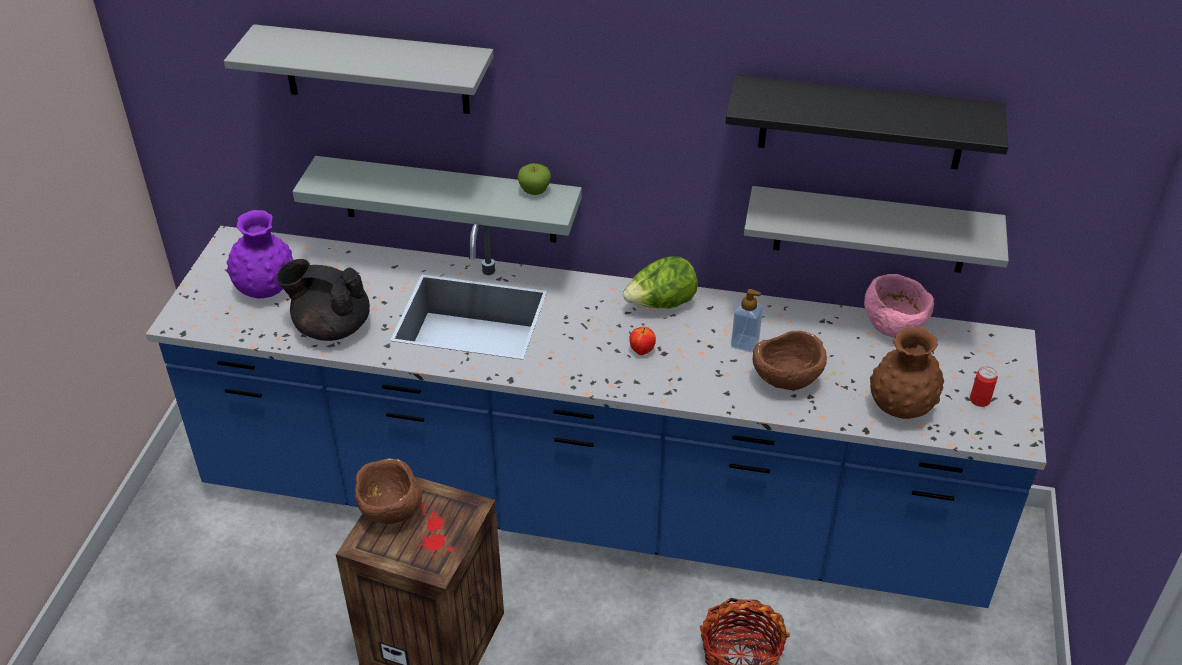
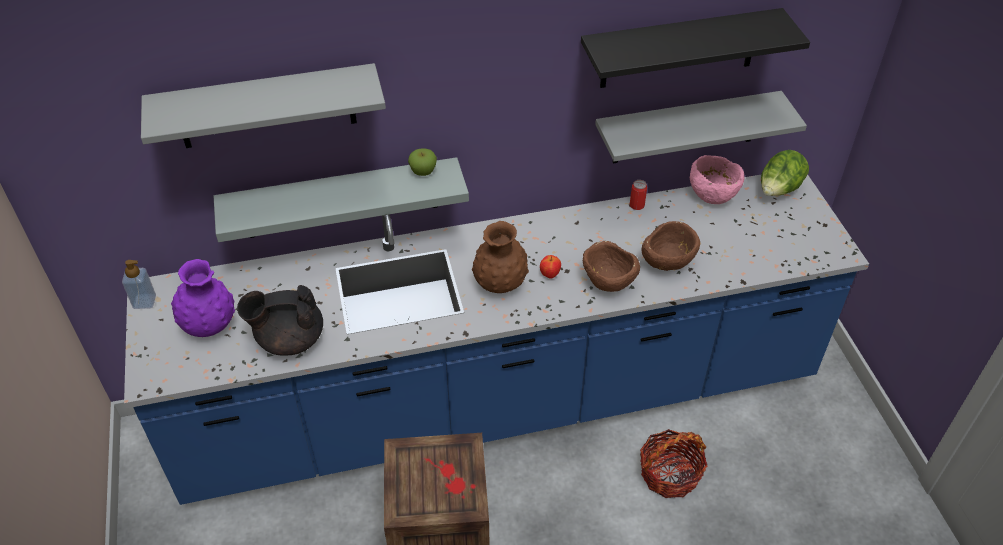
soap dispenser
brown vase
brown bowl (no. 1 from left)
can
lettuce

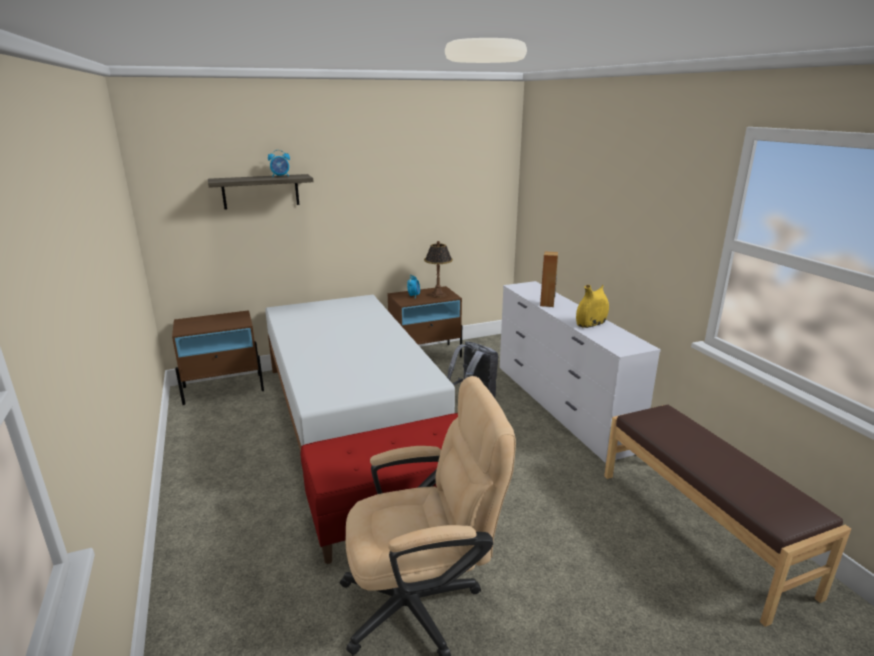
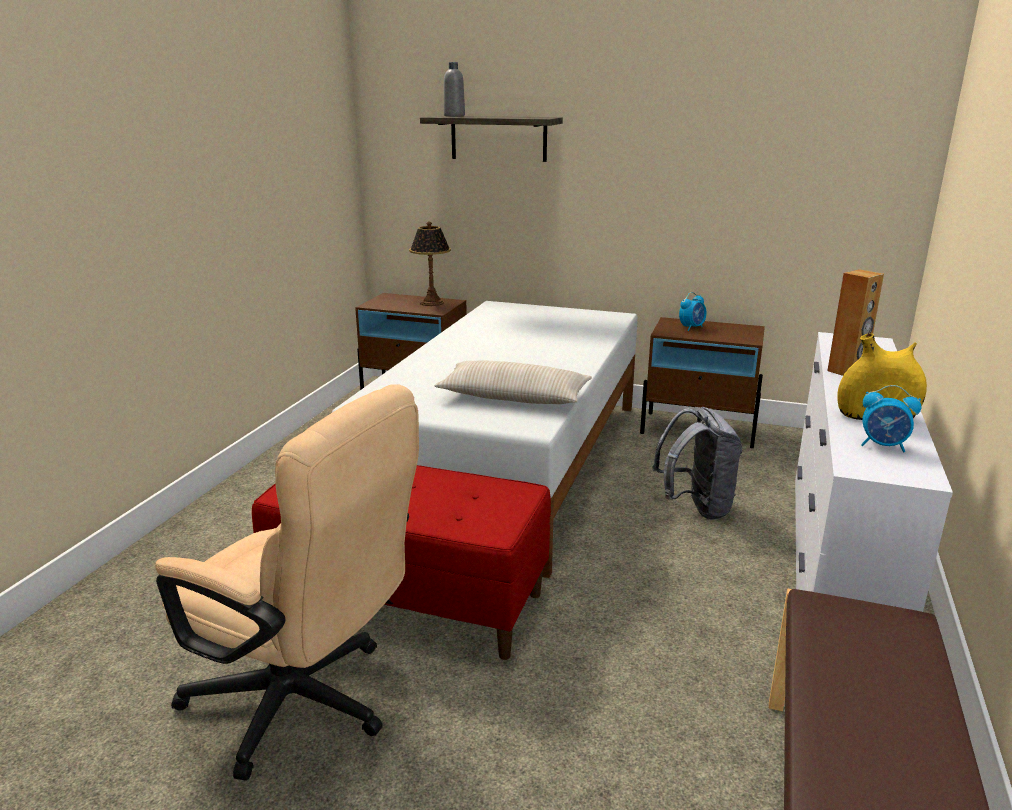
table lamp
beige pillow
grey bottle
alarm clock (no. 2 from left)

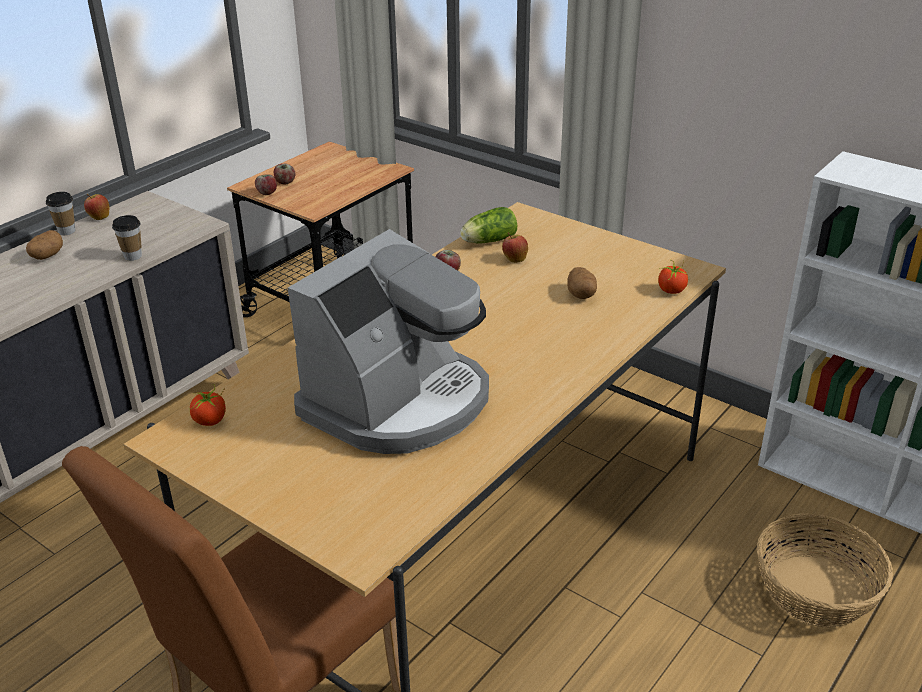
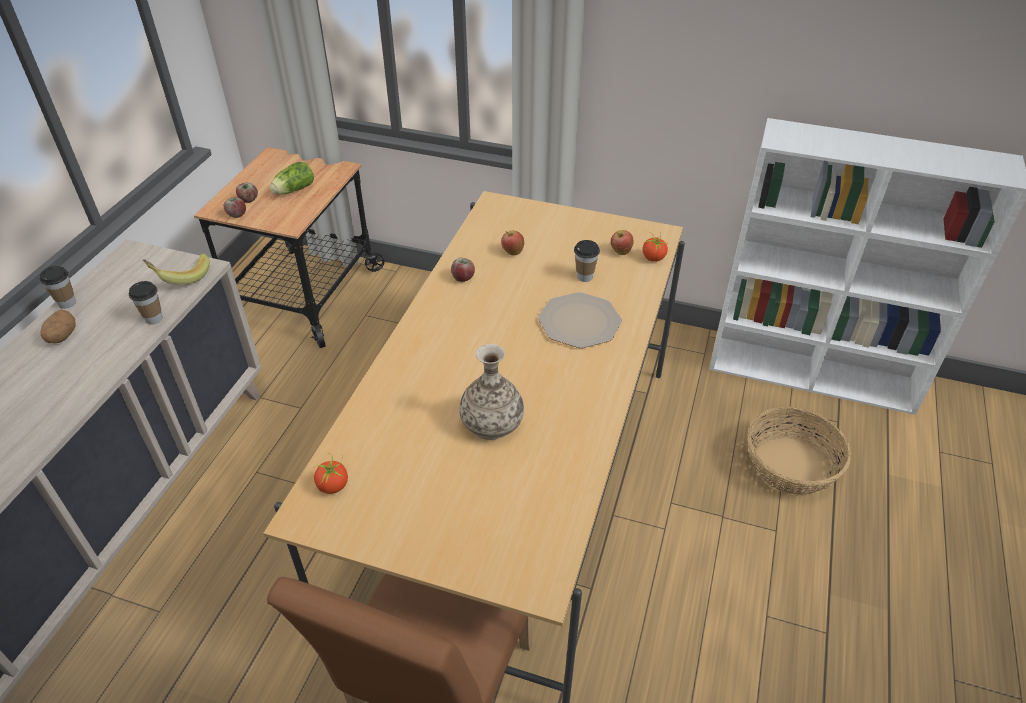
banana
lettuce
vase
plate
cup (no. 3 from left)
apple (no. 5 from left)

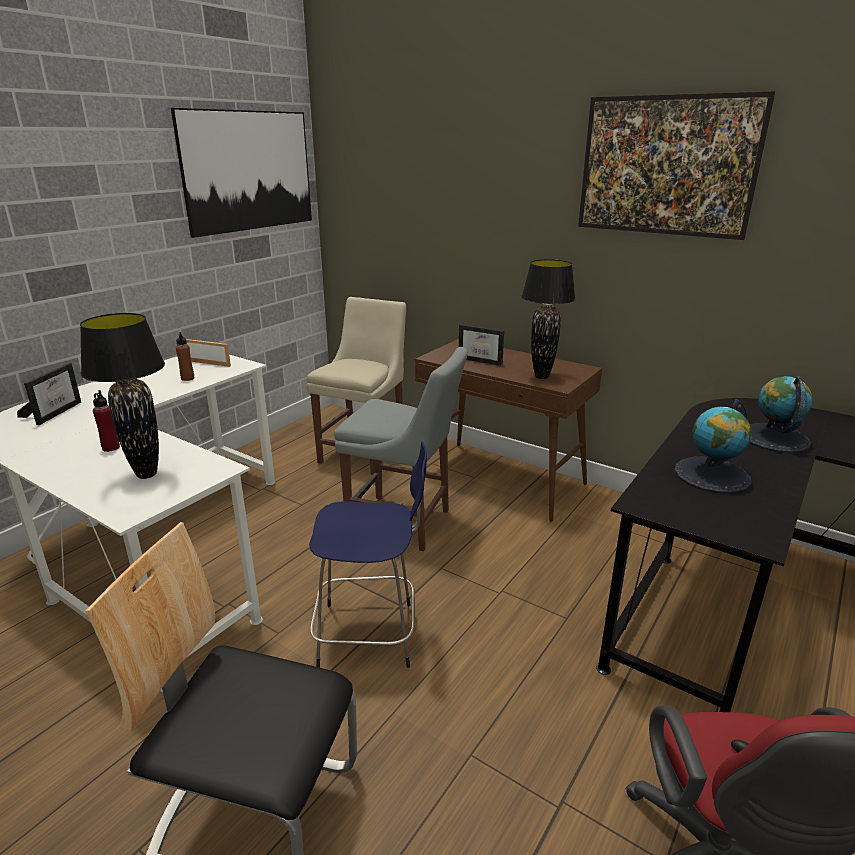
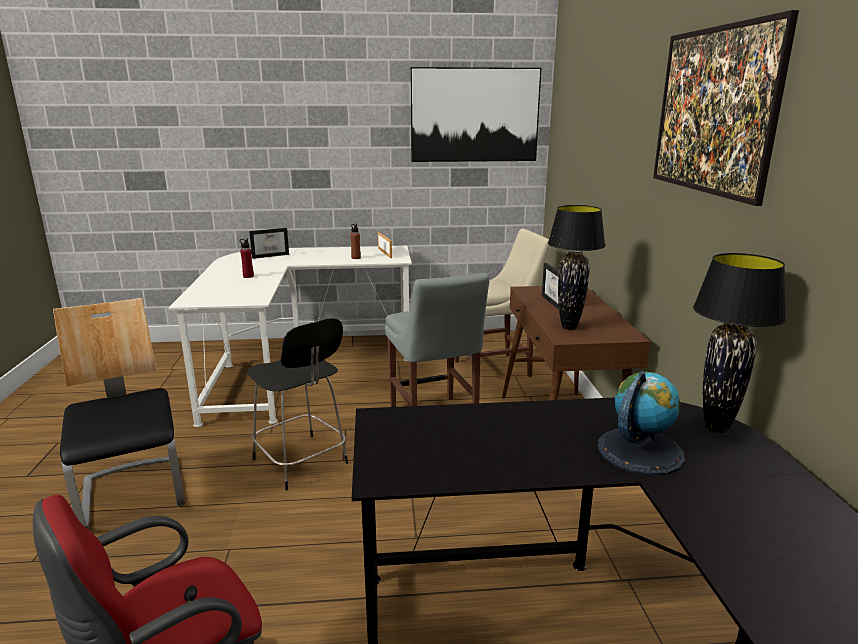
black stool
black table lamp (no. 2 from left)
globe (no. 1 from left in the first image)

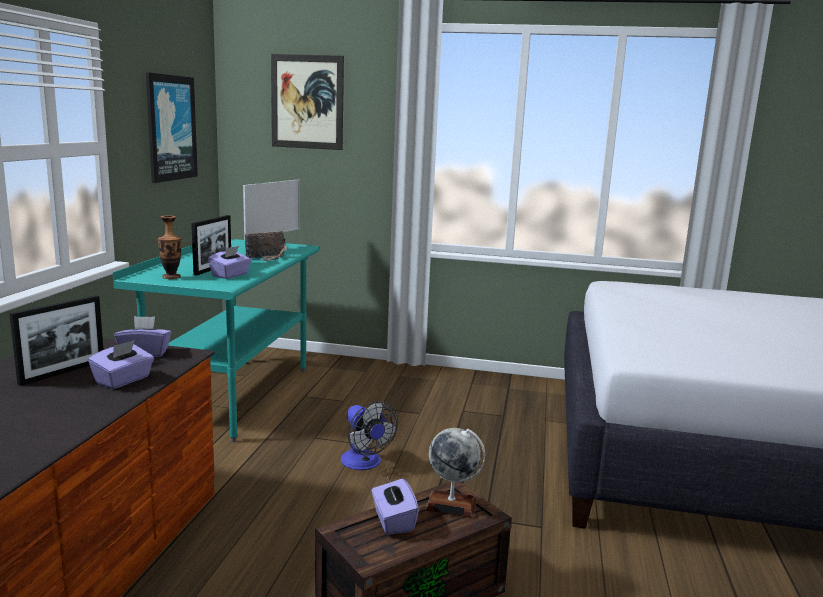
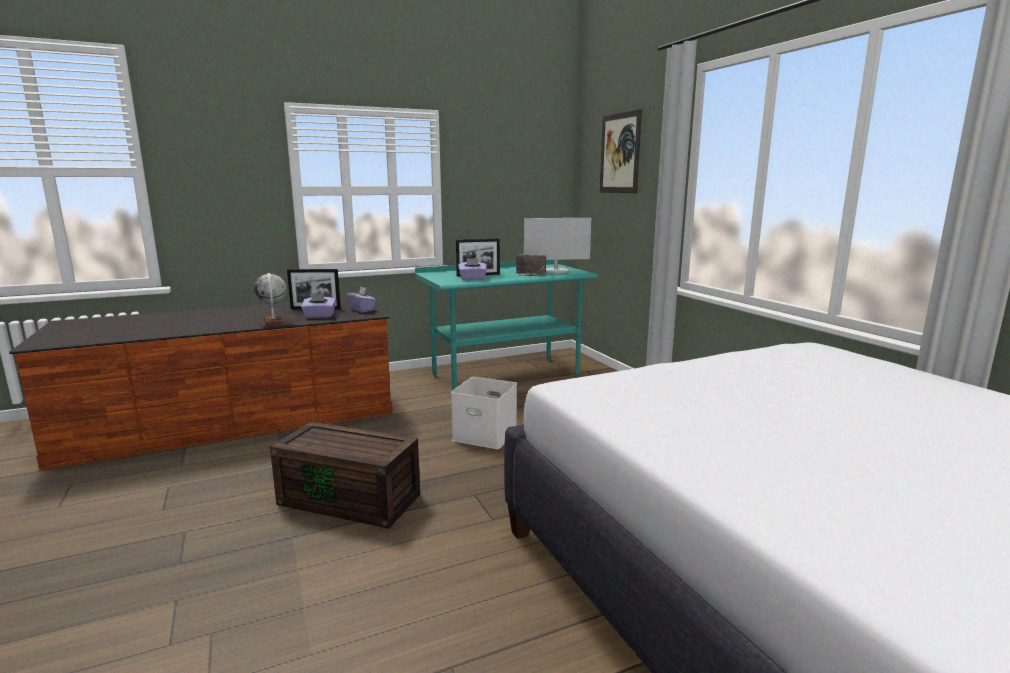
globe
white storage box
picture (no. 1 from left in the first image)
vase
purple tissue box (no. 4 from left in the first image)

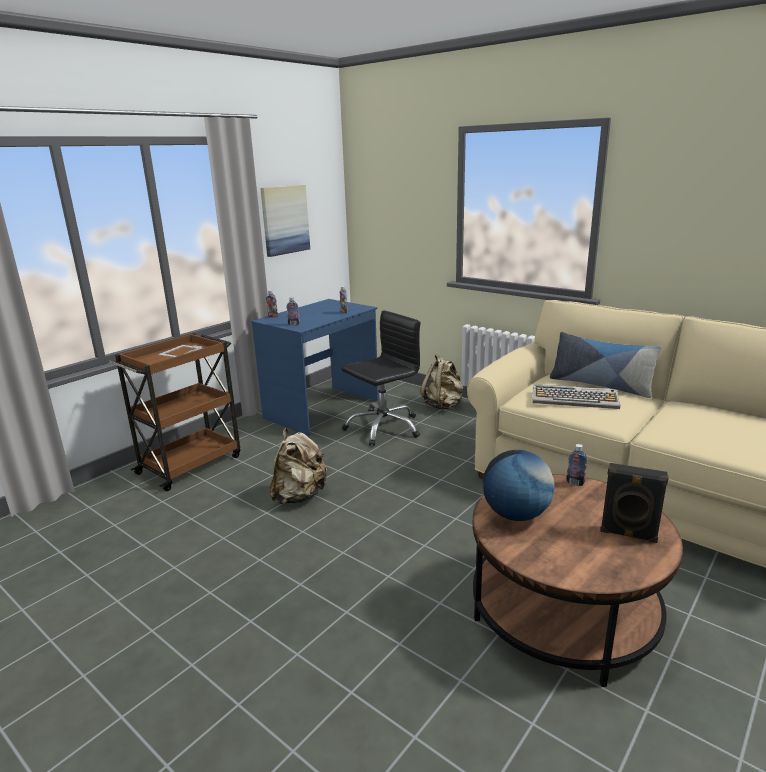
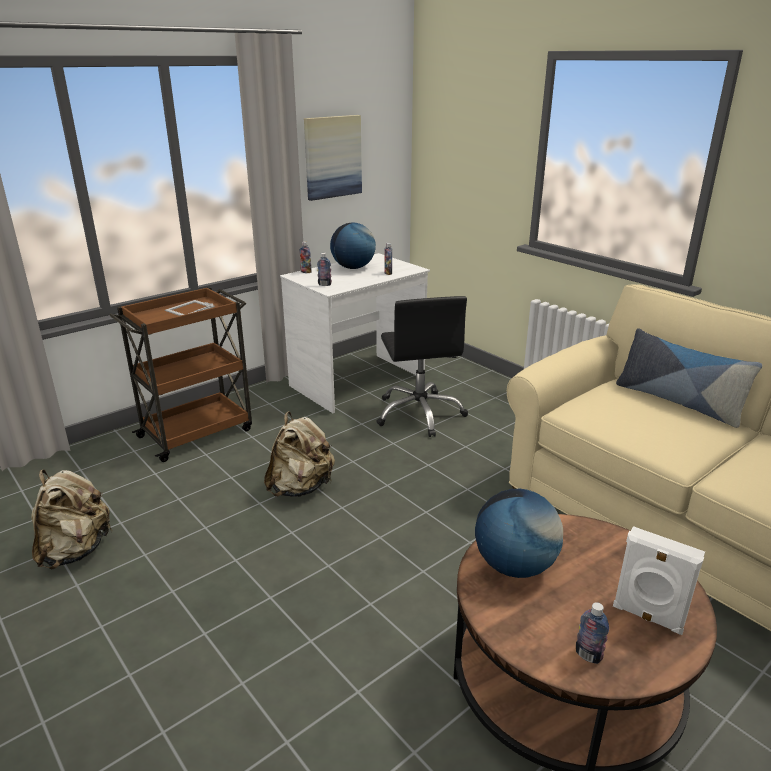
beige backpack (no. 1 from left)
white desk
globe (no. 1 from left)
black office chair
bottle (no. 4 from left)
white speaker
keyboard

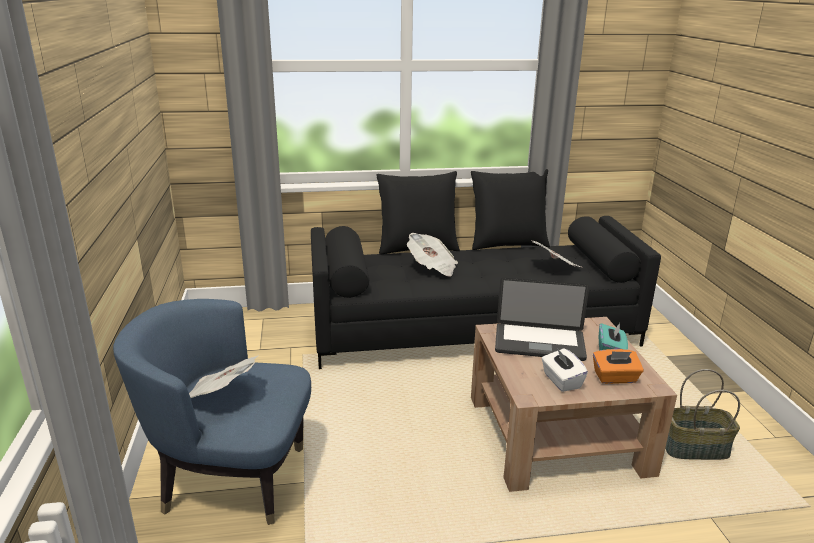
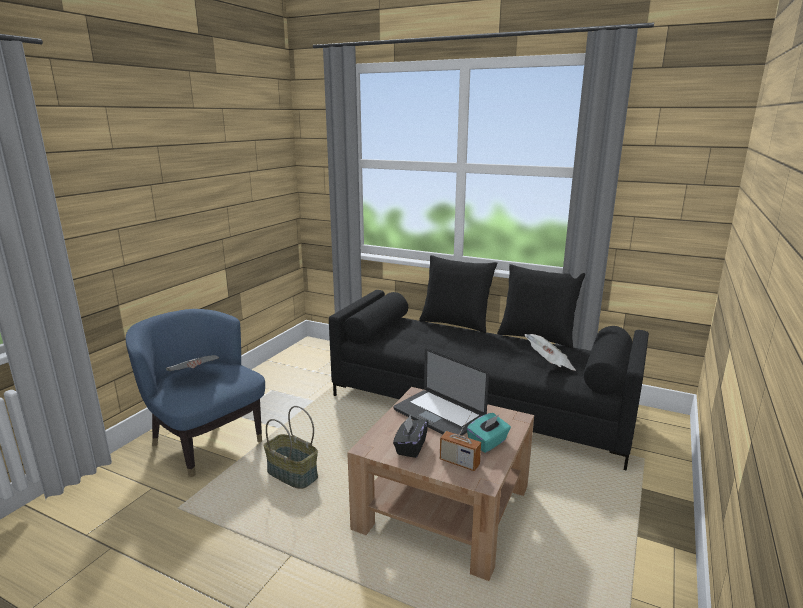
basket
black tissue box
radio
newspaper (no. 2 from left in the first image)

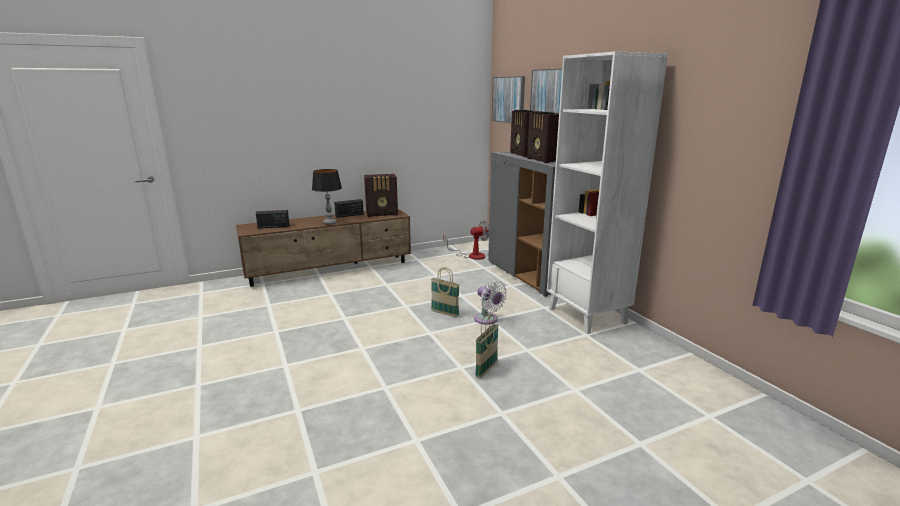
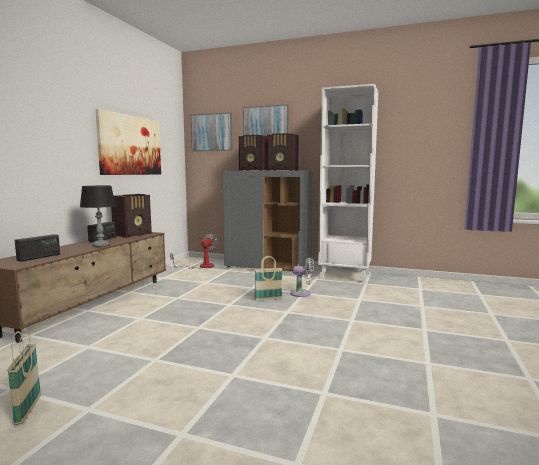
basket (no. 1 from left)
picture (no. 1 from left)

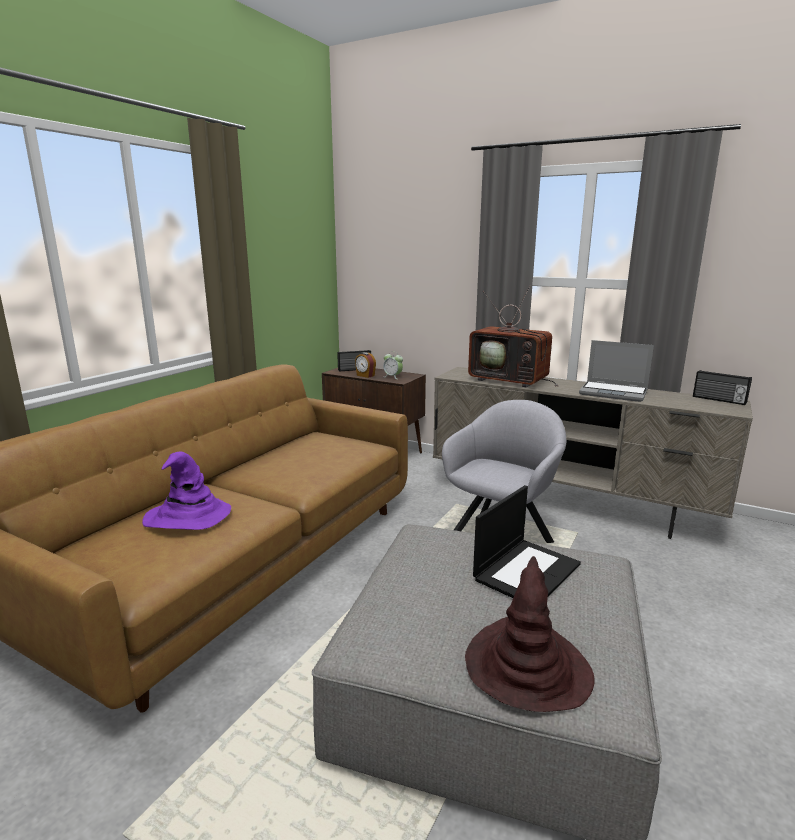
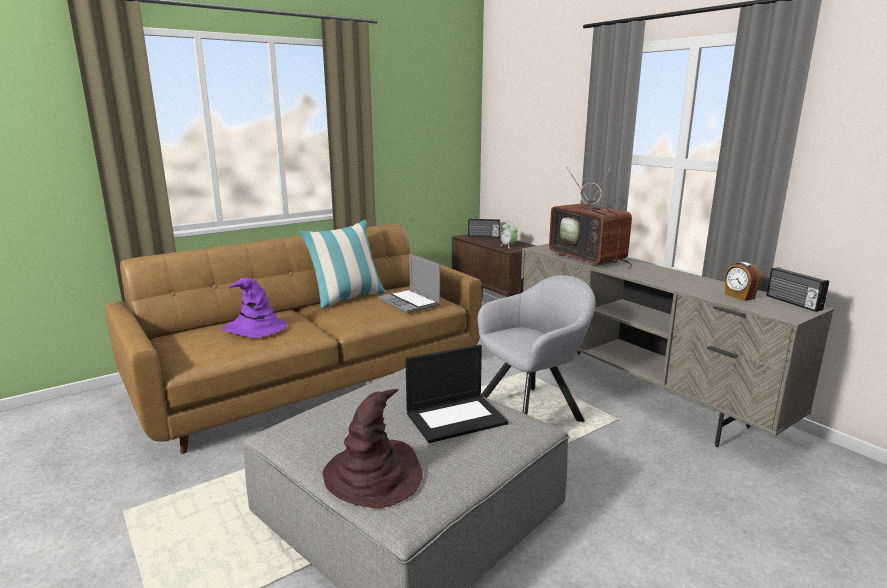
pillow
laptop (no. 1 from left)
alarm clock (no. 2 from left)

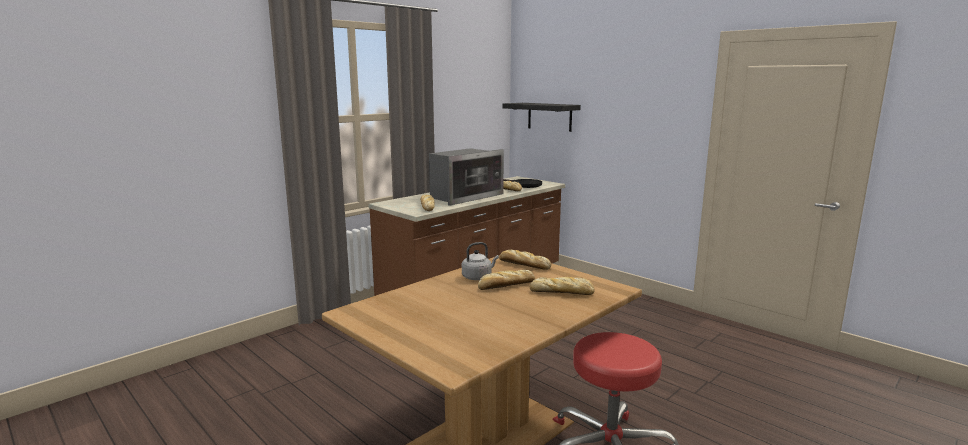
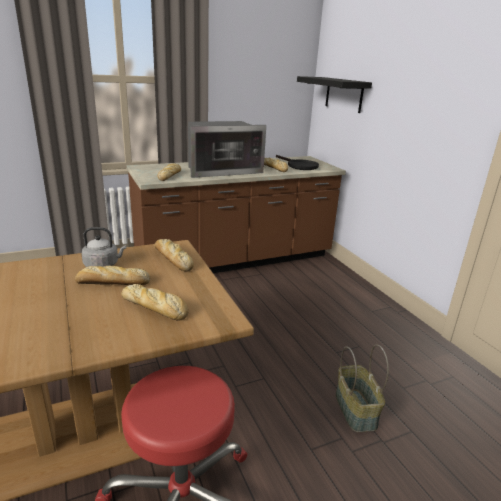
basket

